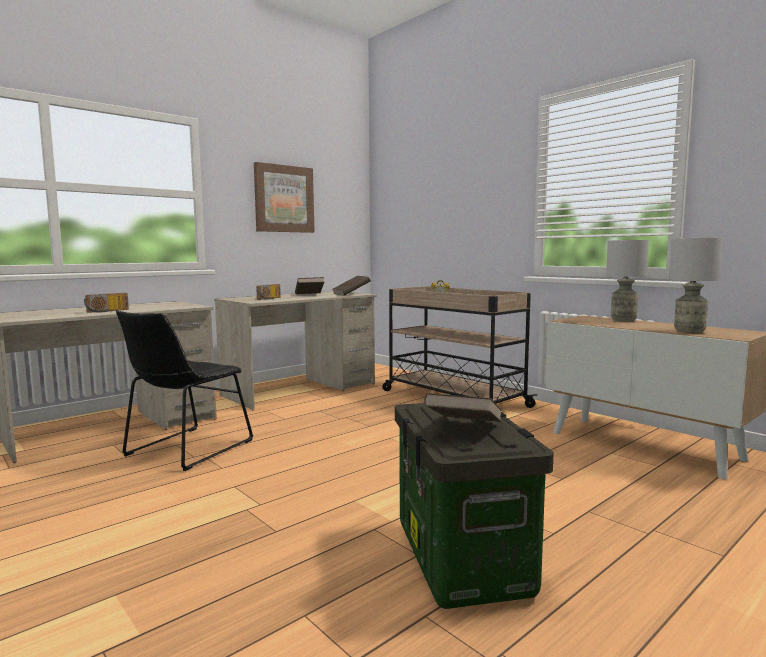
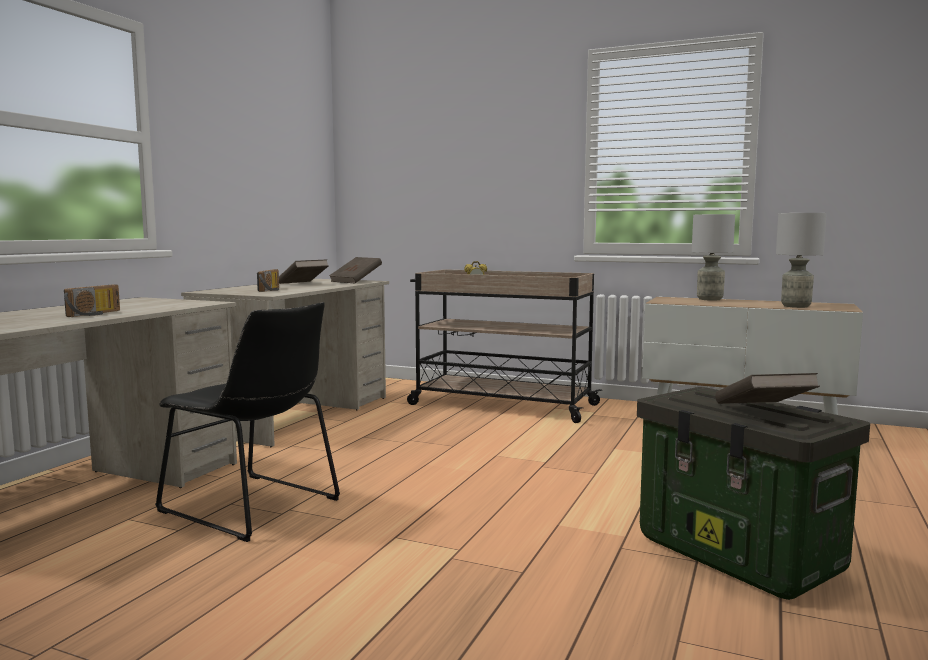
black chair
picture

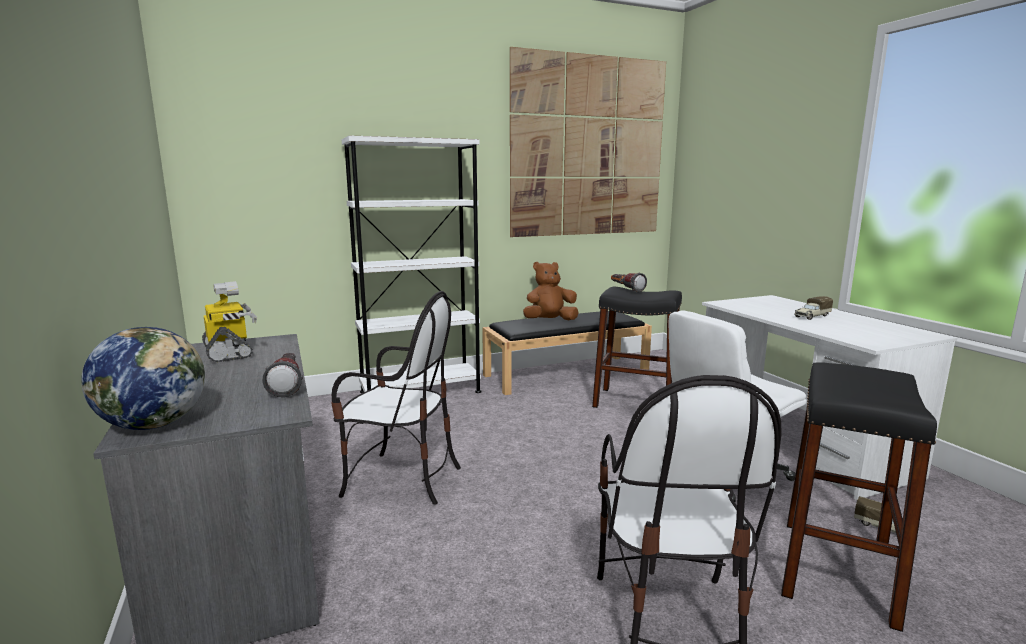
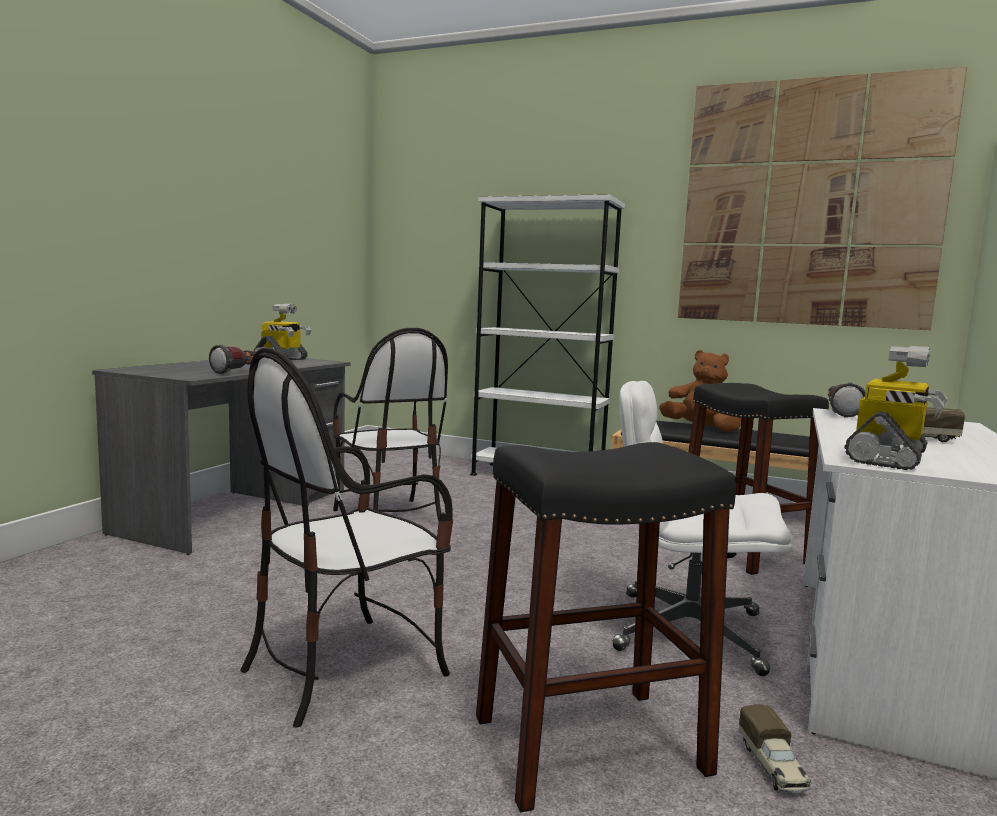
flashlight (no. 2 from left)
toy robot (no. 2 from left)
globe

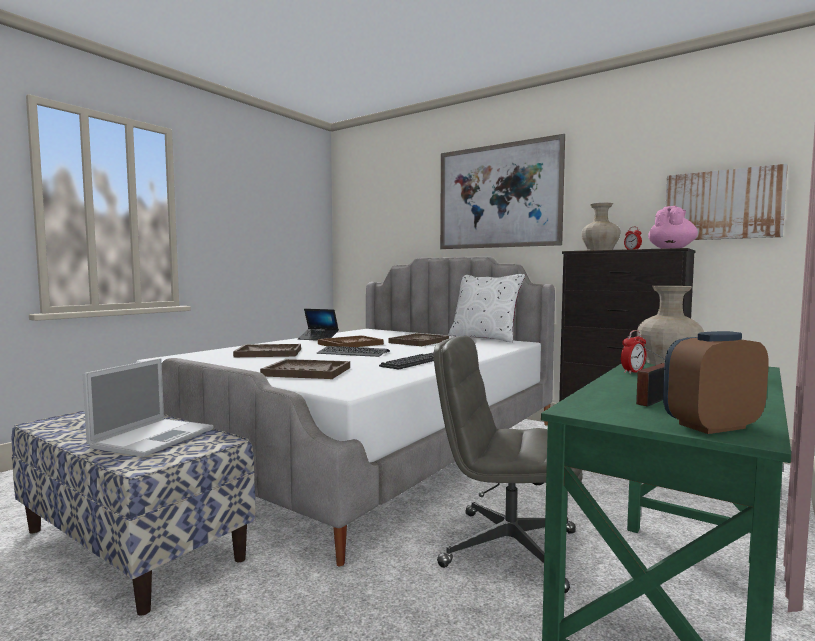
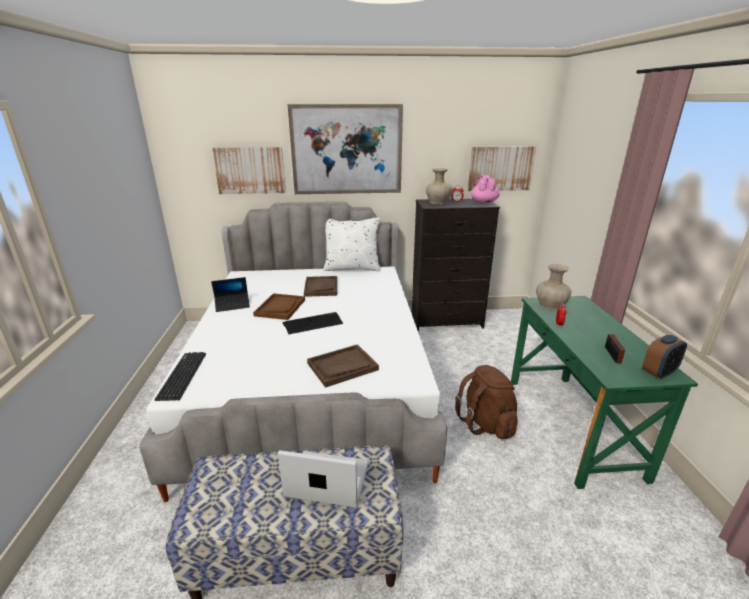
keyboard (no. 1 from left)
picture (no. 1 from left)
laptop (no. 2 from left)
brown backpack
alarm clock (no. 3 from left)
brown tray (no. 1 from left in the first image)

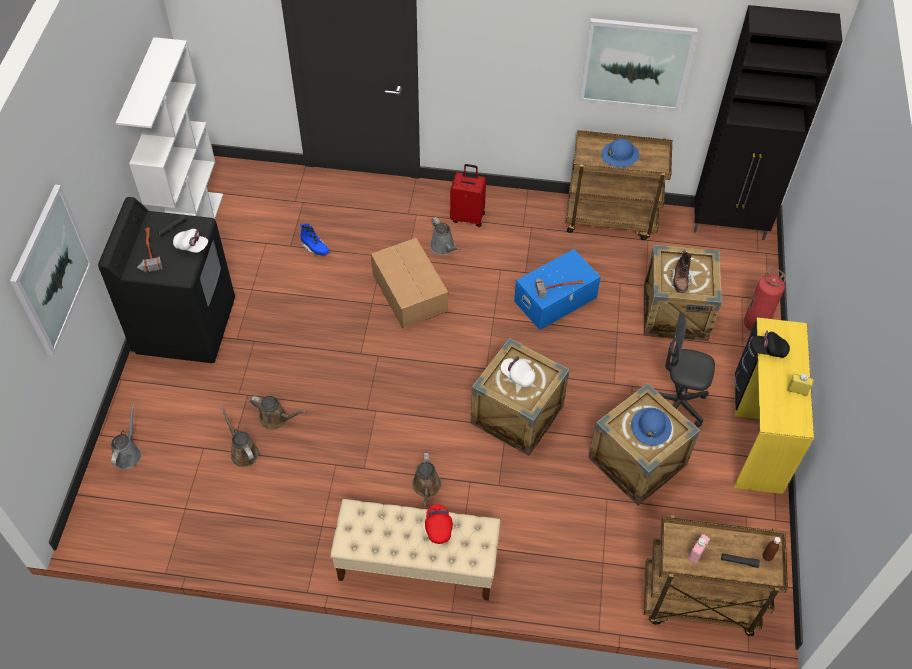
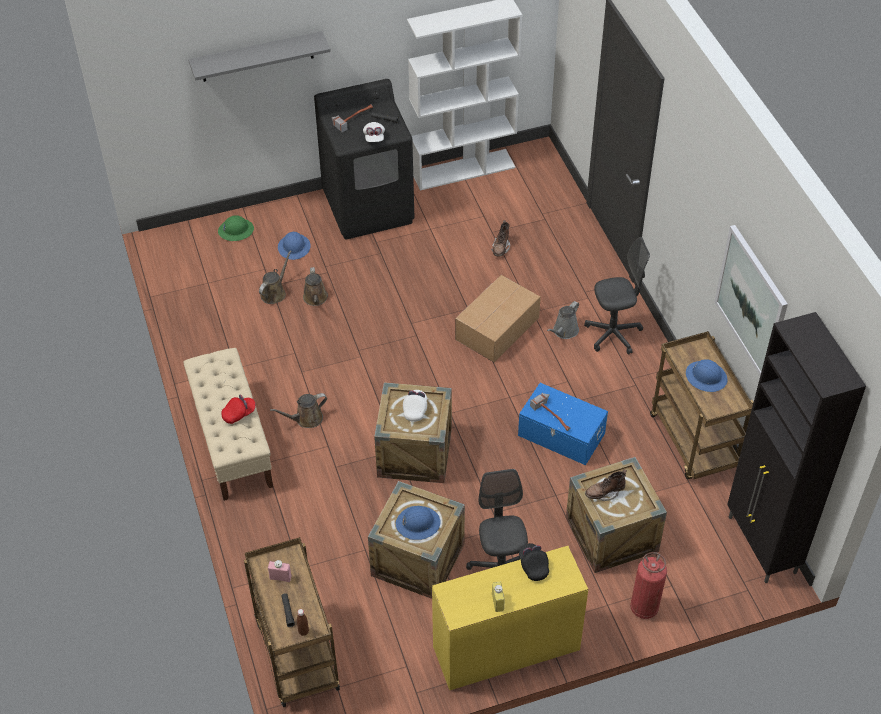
grey shelf
green hard hat
blue hard hat (no. 1 from left)
brown boot (no. 1 from left)
grey office chair (no. 2 from left)

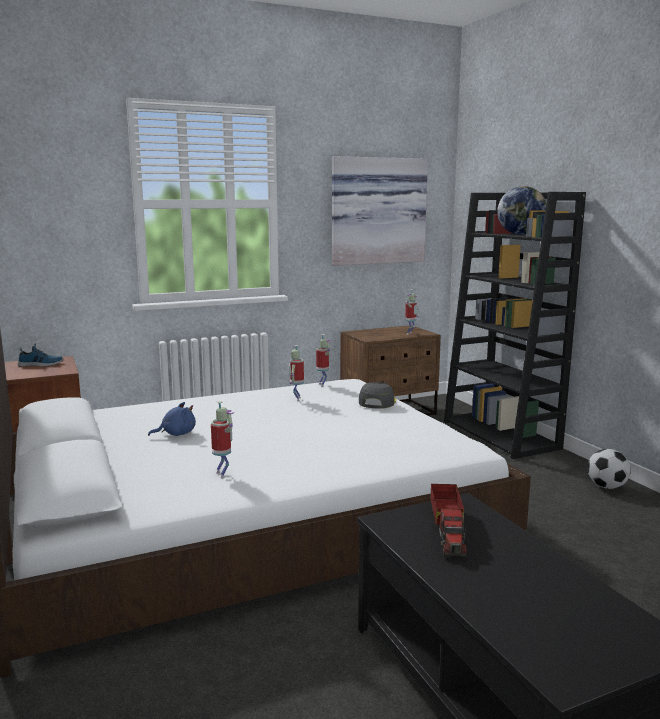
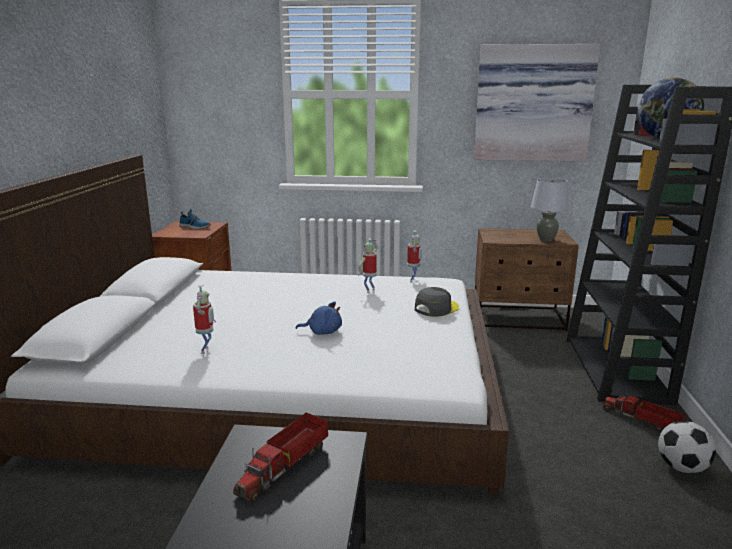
blue plush toy
grey table lamp
toy truck (no. 2 from left)

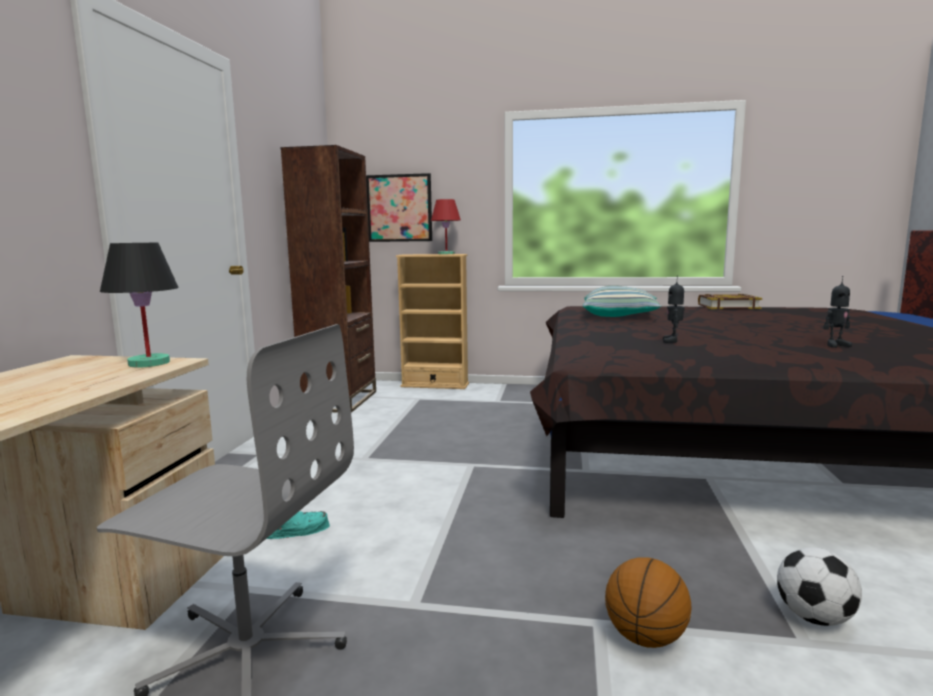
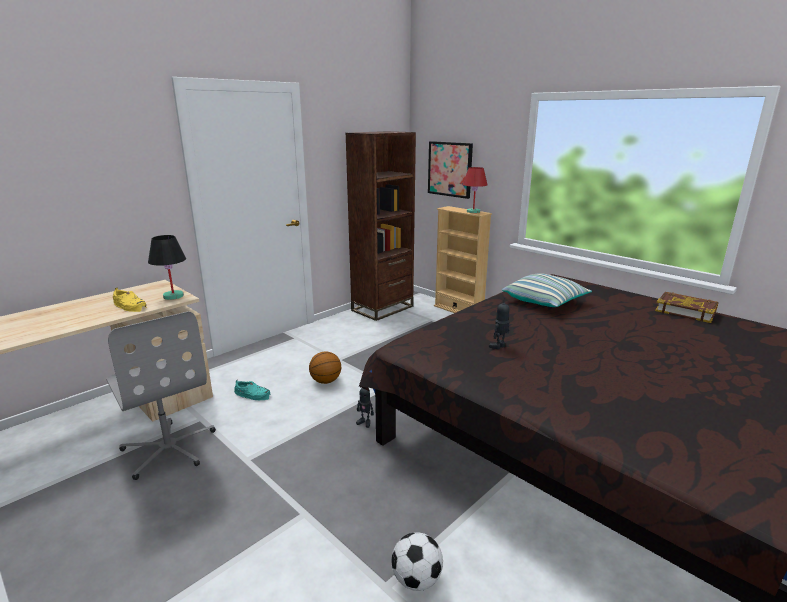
yellow shoe
basketball
toy robot (no. 1 from left)

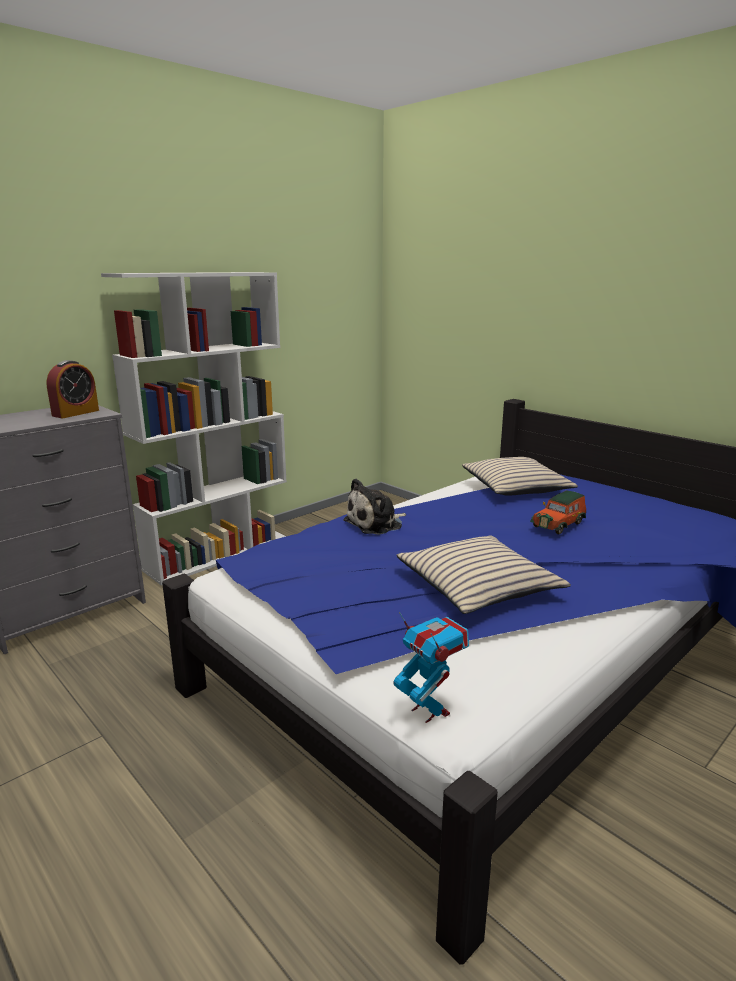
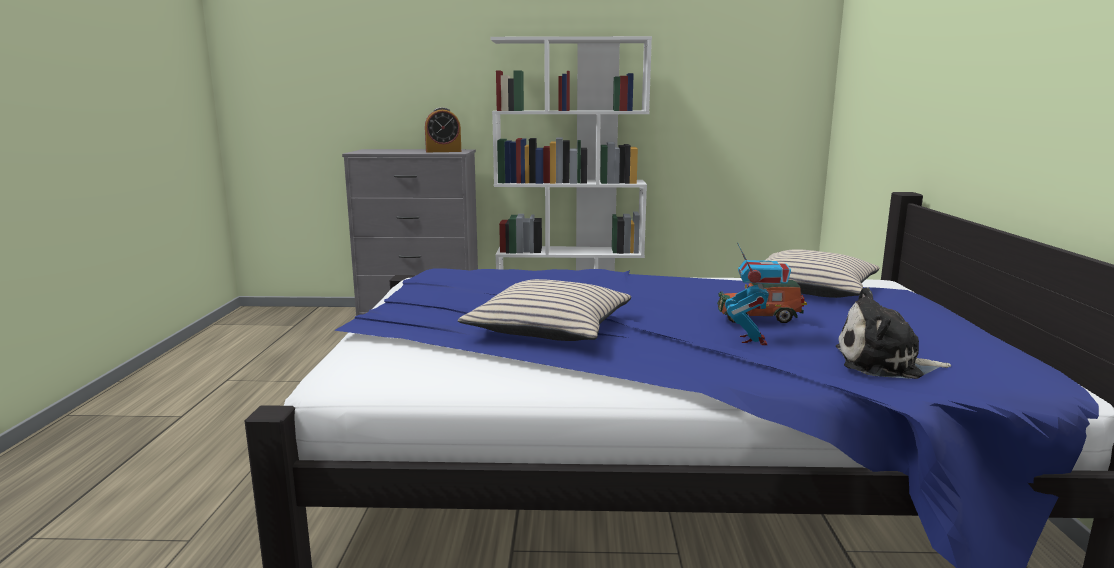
toy robot
plush toy

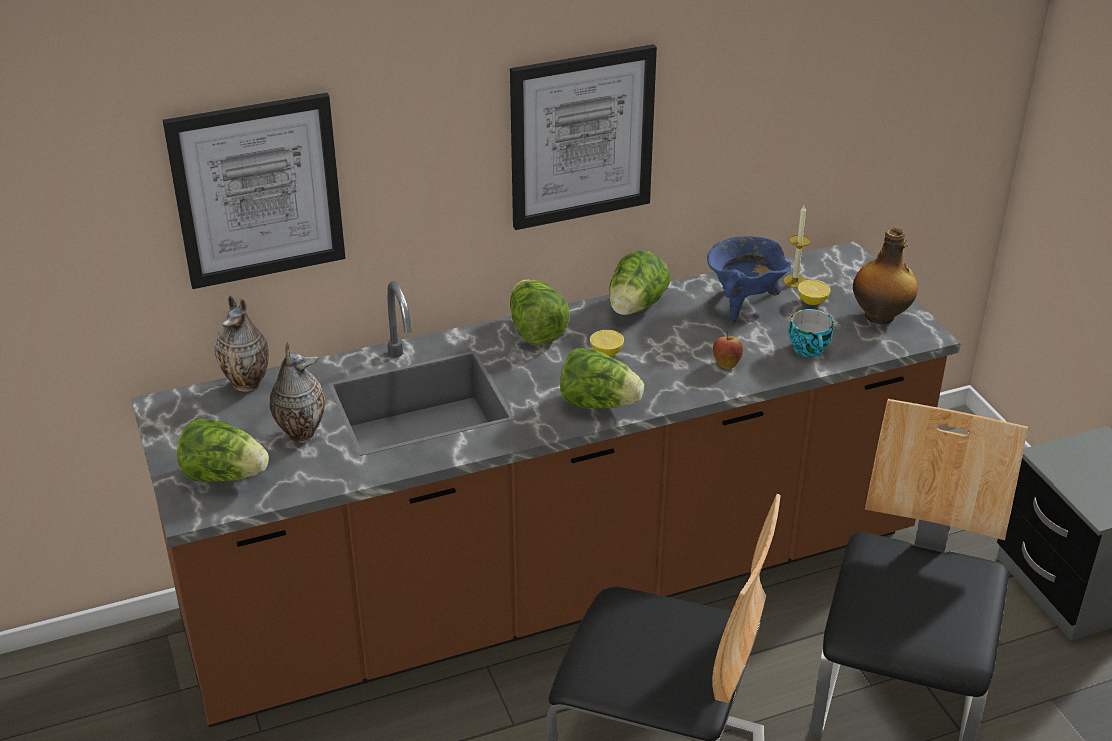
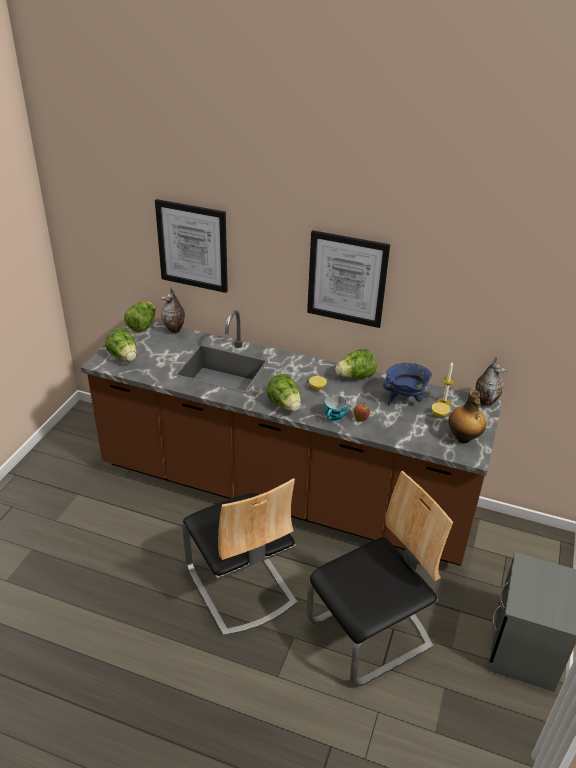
lettuce (no. 2 from left)
cup
vase (no. 2 from left)

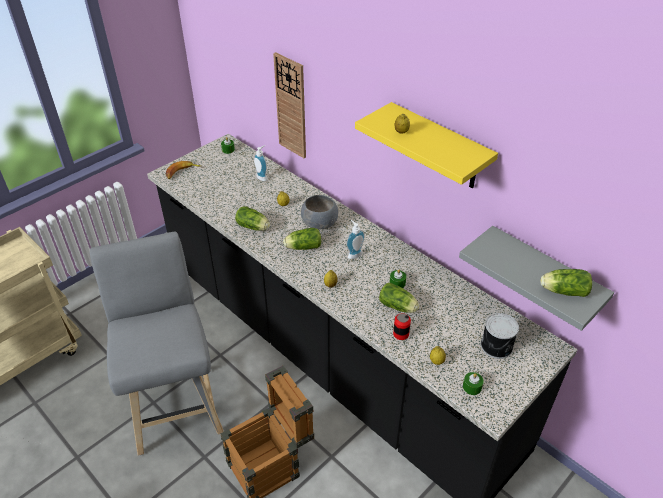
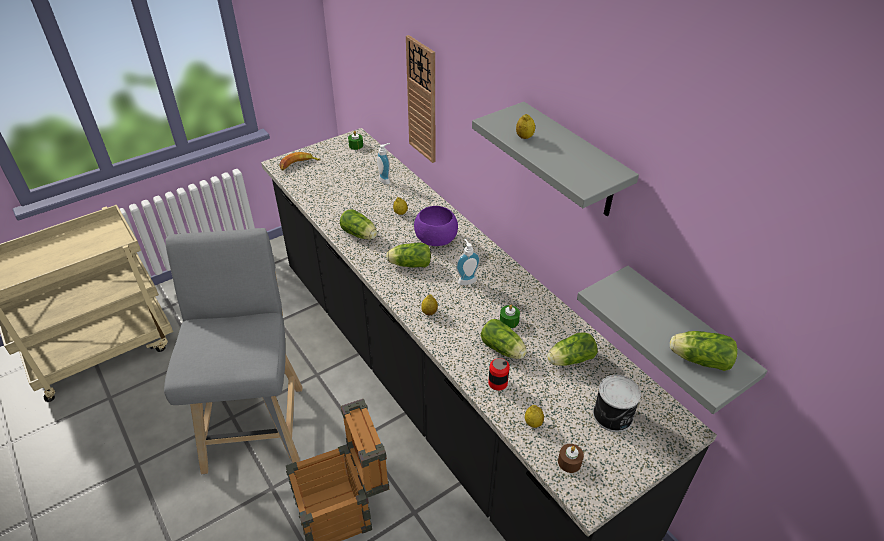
purple bowl
grey shelf (no. 1 from left)
lettuce (no. 4 from left)
brown candle

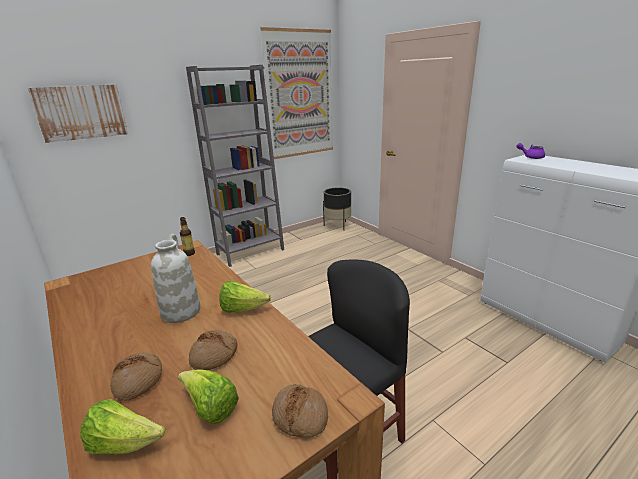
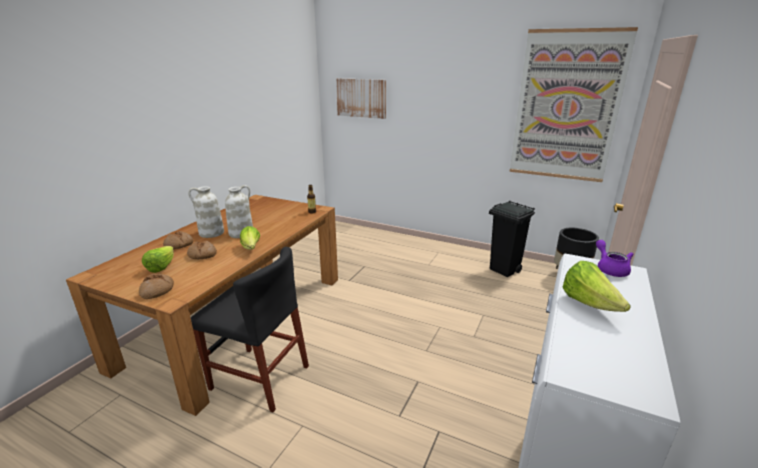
white vase (no. 1 from left)
black trash can
lettuce (no. 3 from left)
grey bookcase

